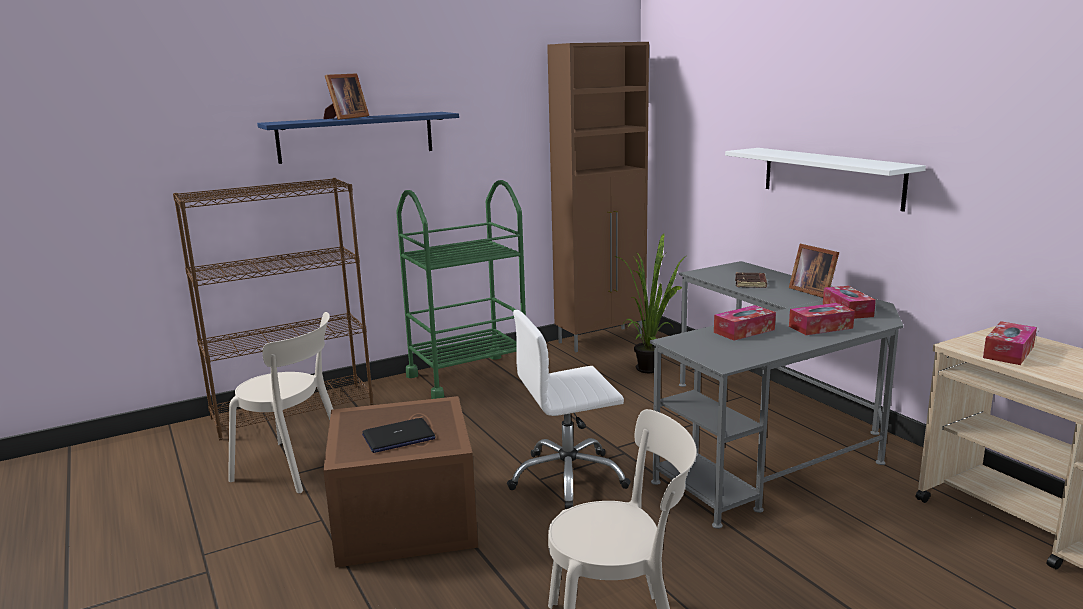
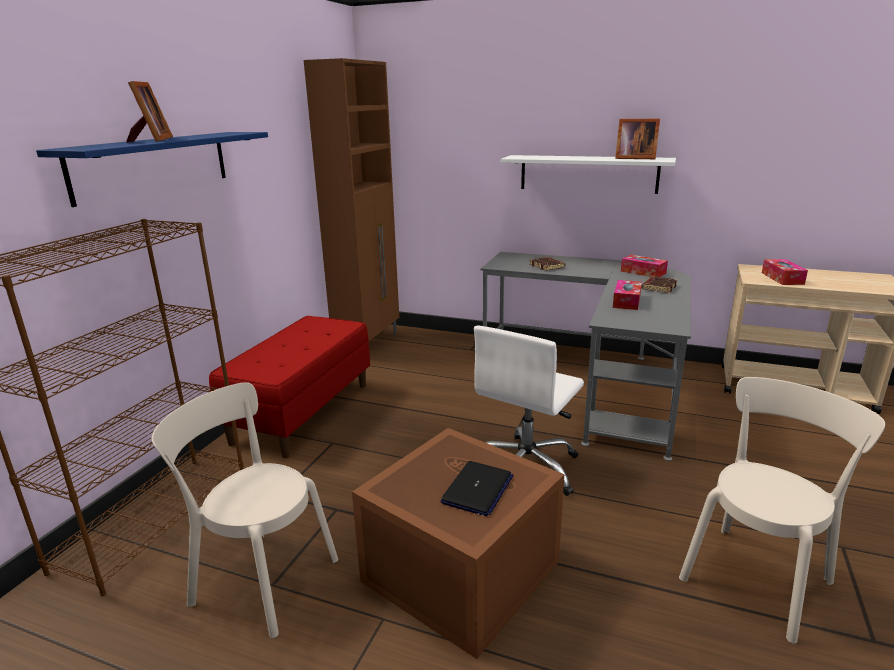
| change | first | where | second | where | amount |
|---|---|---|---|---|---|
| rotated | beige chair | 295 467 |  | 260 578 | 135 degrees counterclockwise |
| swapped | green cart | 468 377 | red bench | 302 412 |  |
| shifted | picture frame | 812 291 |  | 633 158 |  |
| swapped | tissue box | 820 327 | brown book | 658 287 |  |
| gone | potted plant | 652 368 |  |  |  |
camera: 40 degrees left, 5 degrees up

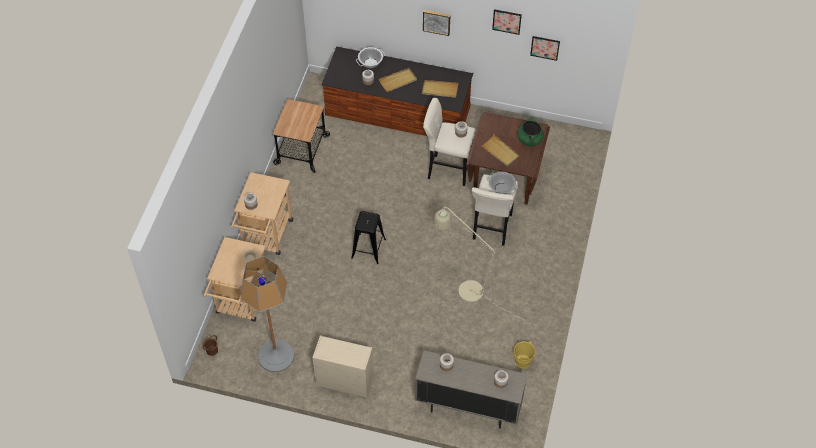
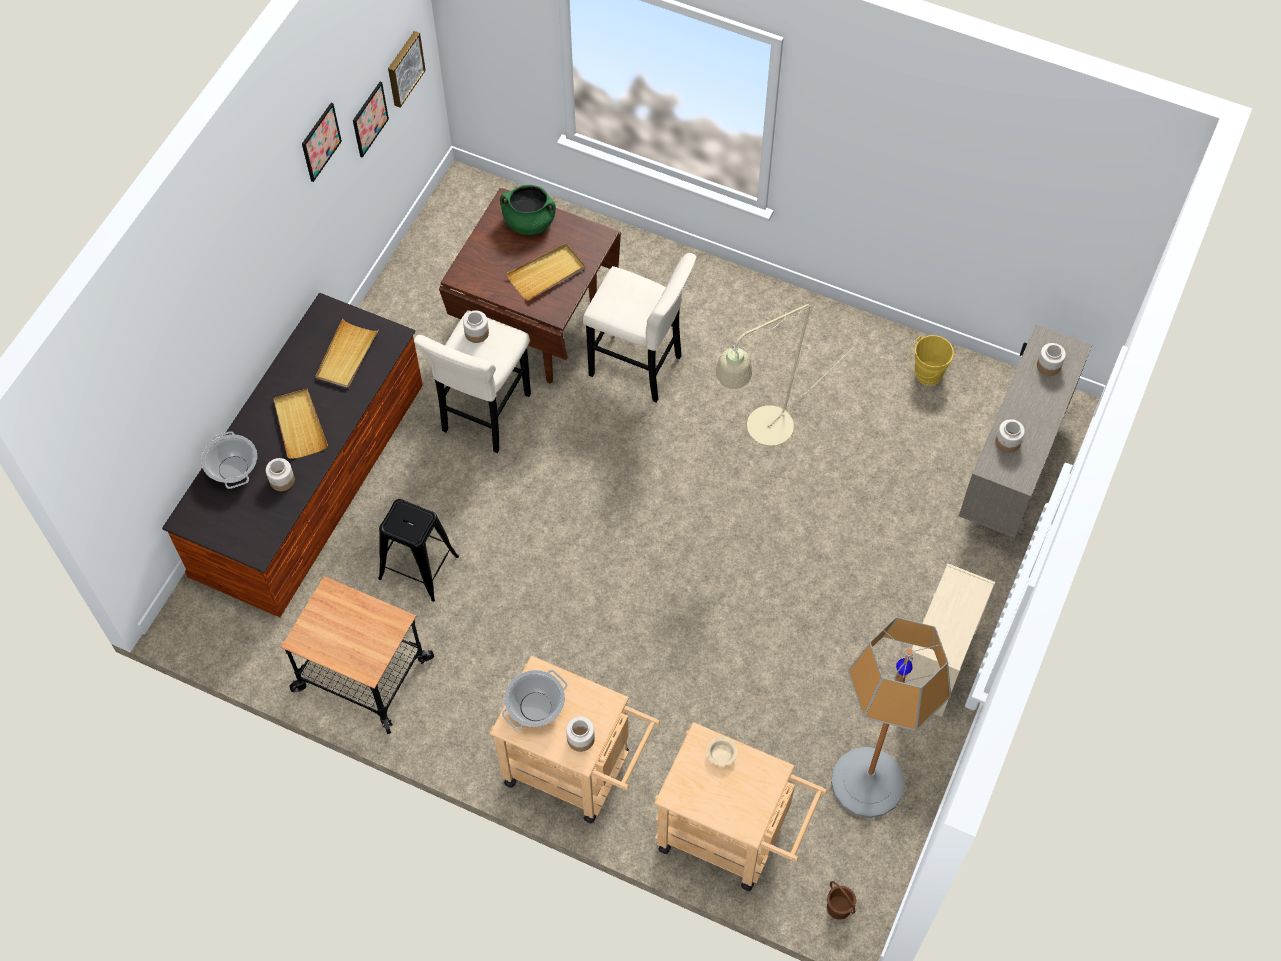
| change | first | where | second | where | amount |
|---|---|---|---|---|---|
| shifted | black stool | 368 248 |  | 418 567 |  |
| shifted | picture | 436 21 |  | 404 68 |  |
| shifted | cooking pot | 501 188 |  | 535 707 |  |
camera: 80 degrees left, 5 degrees up

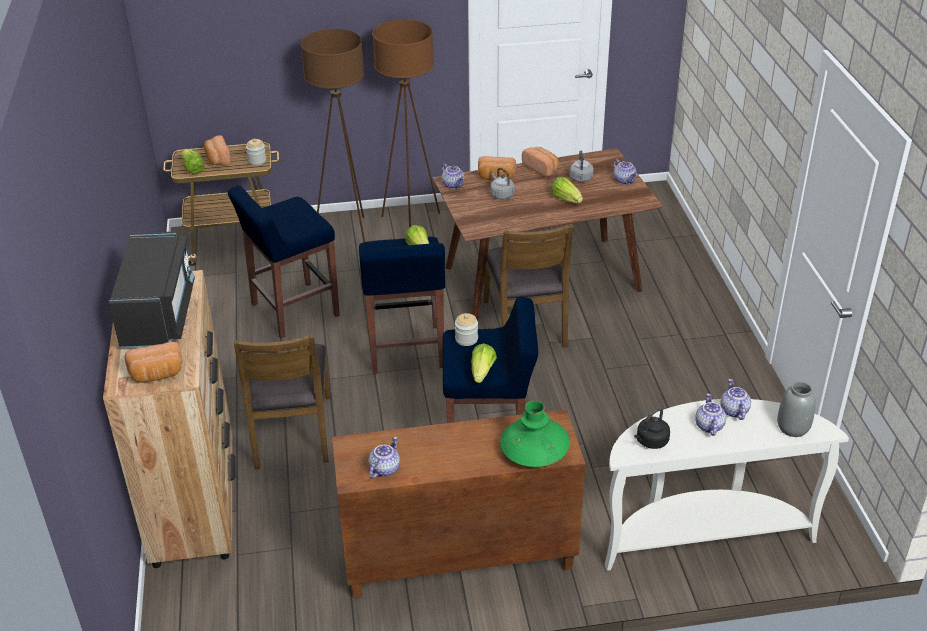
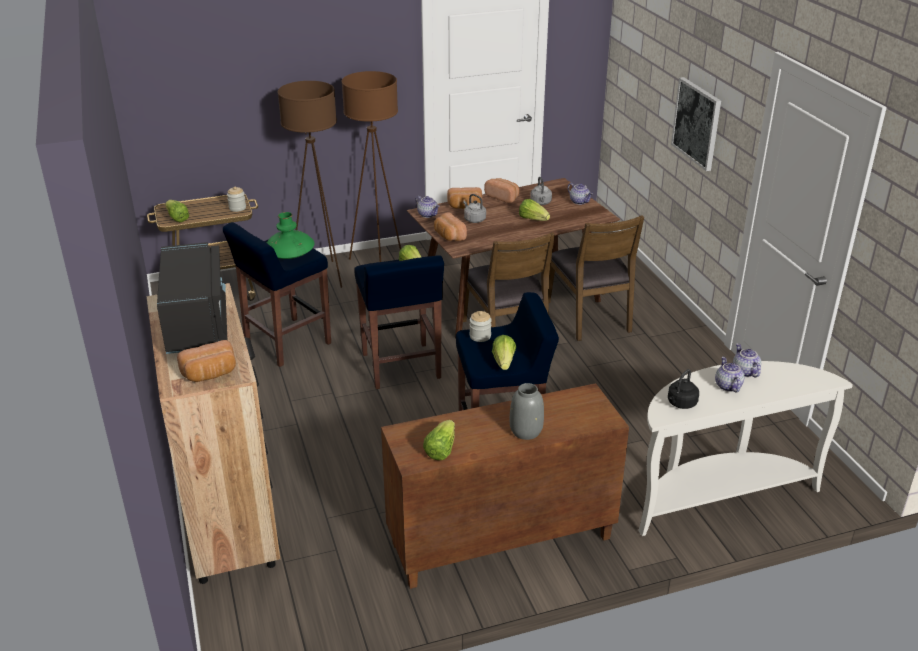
| change | first | where | second | where | amount |
|---|---|---|---|---|---|
| shifted | green vase | 534 451 |  | 290 254 |  |
| swapped | teapot | 384 469 | lettuce | 441 449 |  |
| shifted | bread | 217 159 |  | 448 236 |  |
| shifted | grey vase | 793 428 |  | 526 432 |  |
| shifted | brown chair | 291 431 |  | 589 316 |  |
| new |  |  | picture | 697 123 |  |
camera: 10 degrees left, 5 degrees down

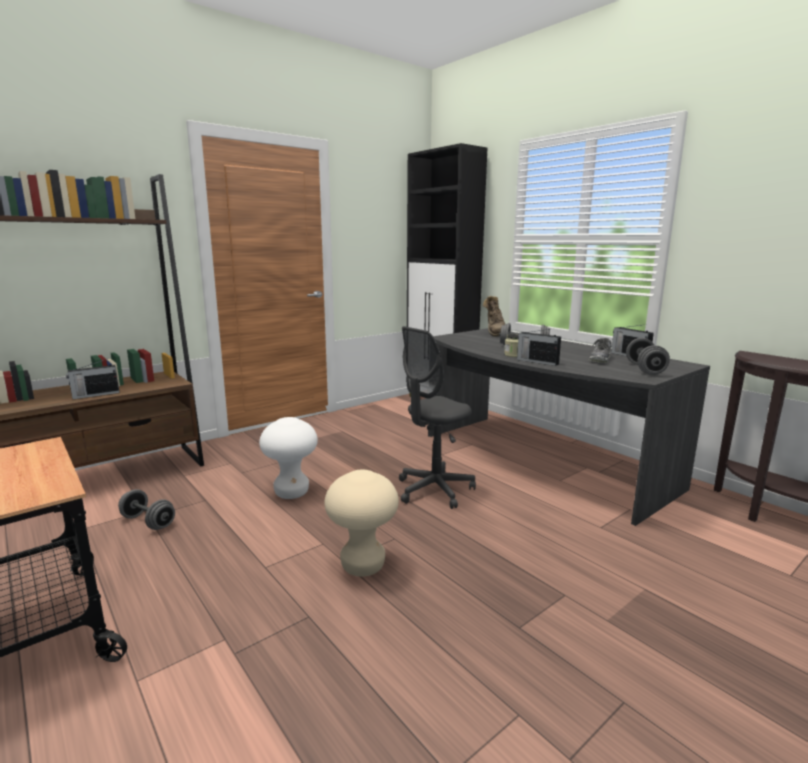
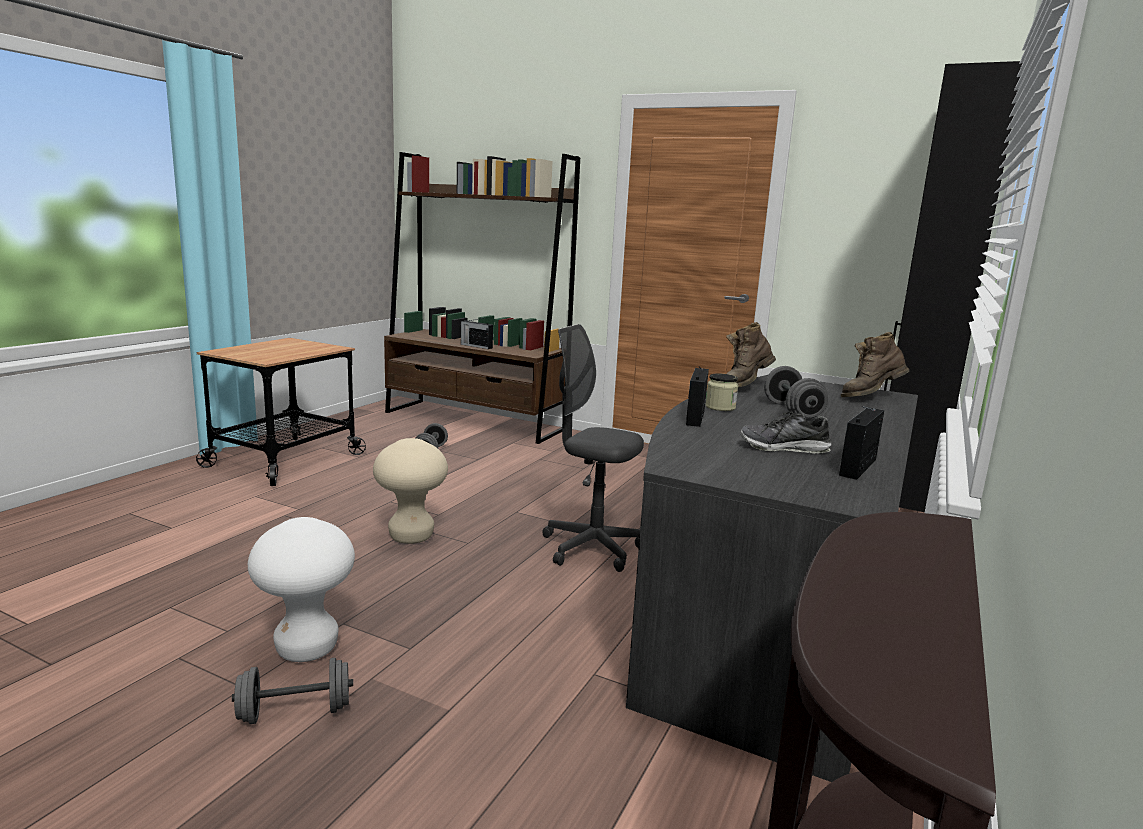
| change | first | where | second | where | amount |
|---|---|---|---|---|---|
| shifted | grey dumbbell | 645 369 |  | 295 712 |  |
| shifted | white stool | 291 493 |  | 307 648 |  |
| new |  |  | brown boot | 744 387 |  |
camera: 65 degrees right, 0 degrees up

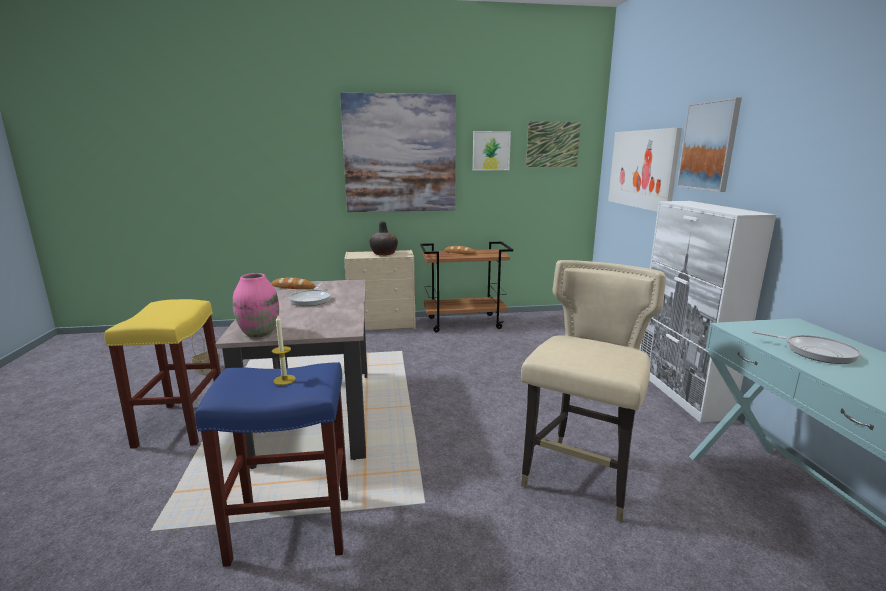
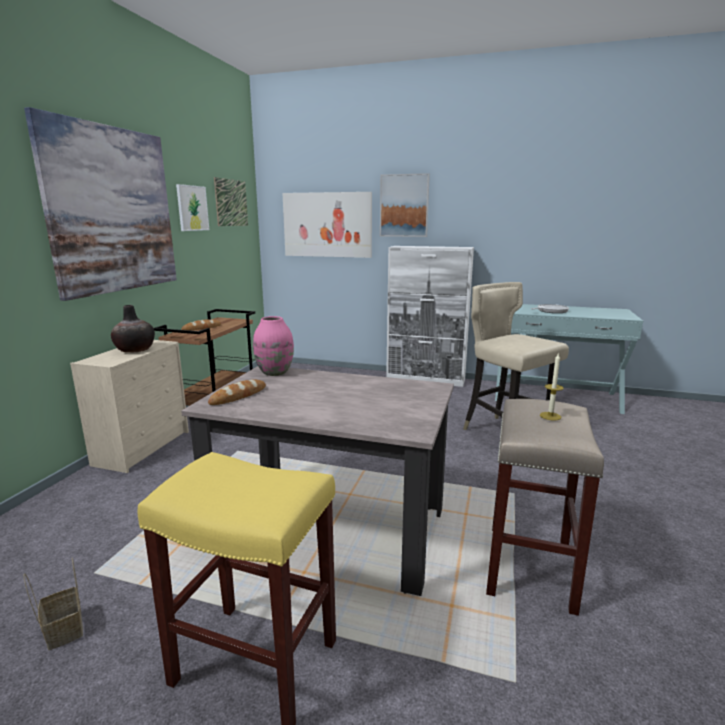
| change | first | where | second | where | amount |
|---|---|---|---|---|---|
| shifted | pink vase | 259 333 |  | 275 372 |  |
| repainted | blue stool | 289 528 | beige stool | 531 568 |  |
| gone | frying pan | 311 300 |  |  |  |
camera: 65 degrees left, 0 degrees up

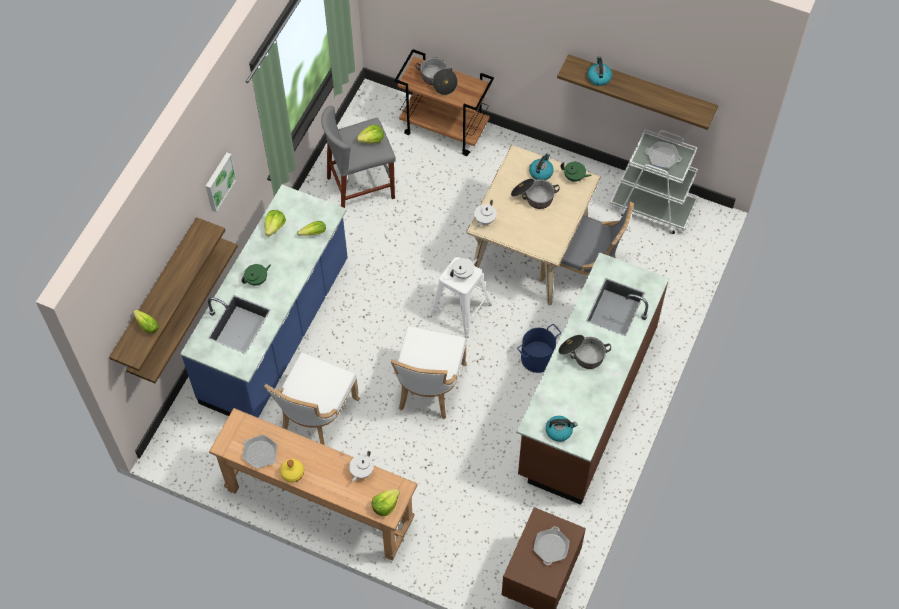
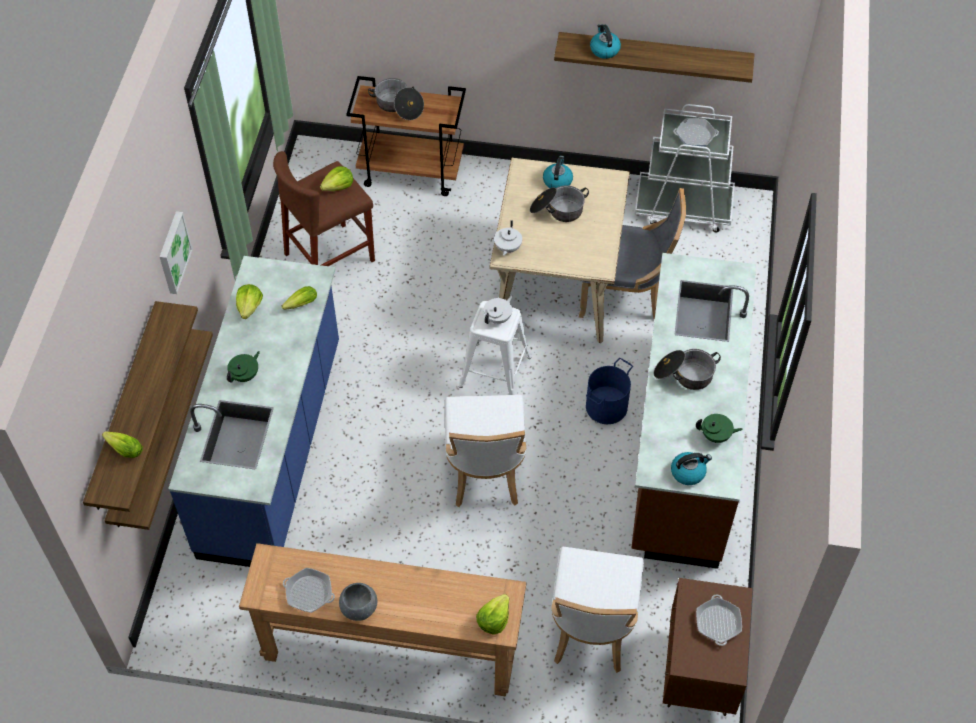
| change | first | where | second | where | amount |
|---|---|---|---|---|---|
| repainted | grey stool | 361 188 | brown stool | 330 257 |  |
| swapped | yellow bottle | 292 473 | grey bowl | 359 607 |  |
| shifted | white chair | 316 417 |  | 591 630 |  |
| shifted | green teapot | 574 177 |  | 716 436 |  |
| gone | white teapot | 361 471 |  |  |  |
camera: 15 degrees left, 5 degrees down

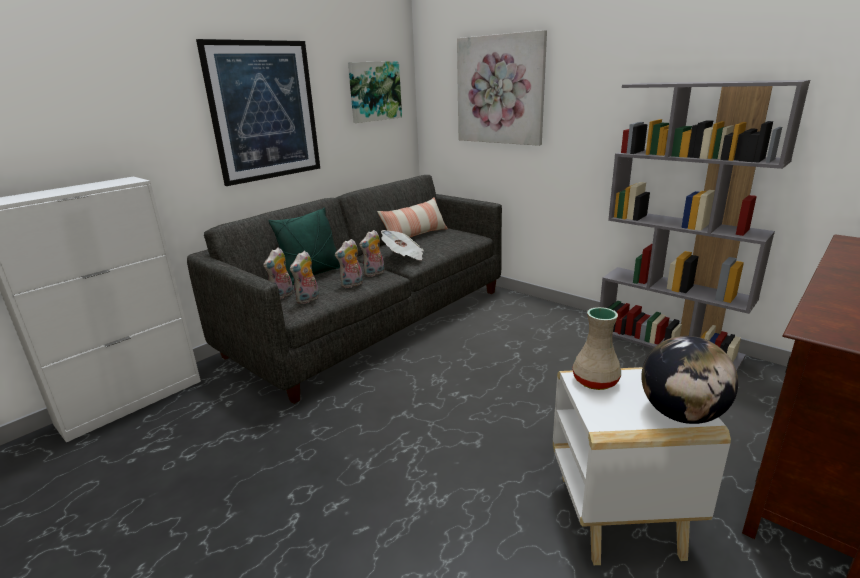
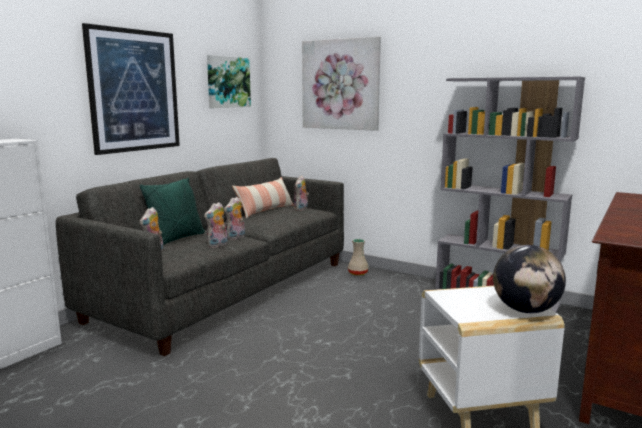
| change | first | where | second | where | amount |
|---|---|---|---|---|---|
| shifted | plush toy | 308 300 |  | 301 209 |  |
| shifted | beige vase | 596 381 |  | 358 273 |  |
| gone | newspaper | 404 256 |  |  |  |
camera: 10 degrees left, 10 degrees down

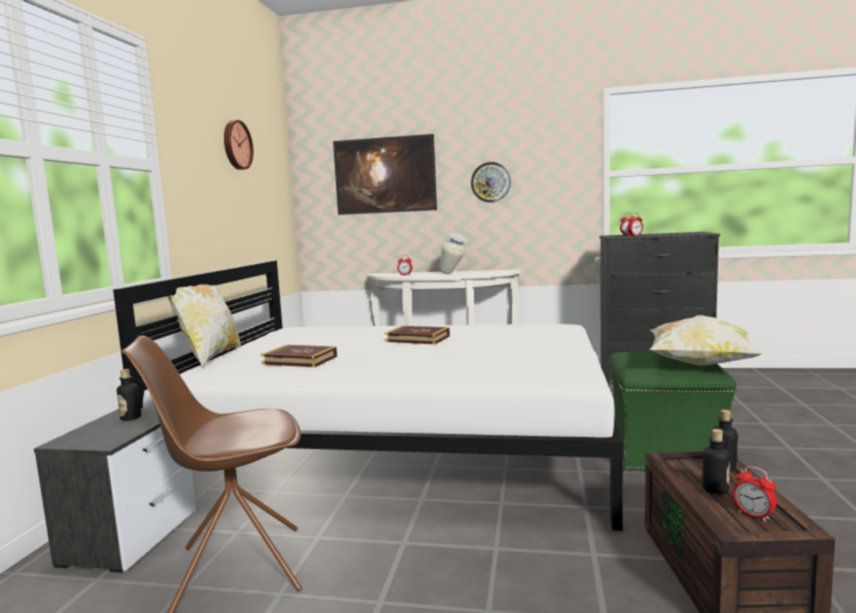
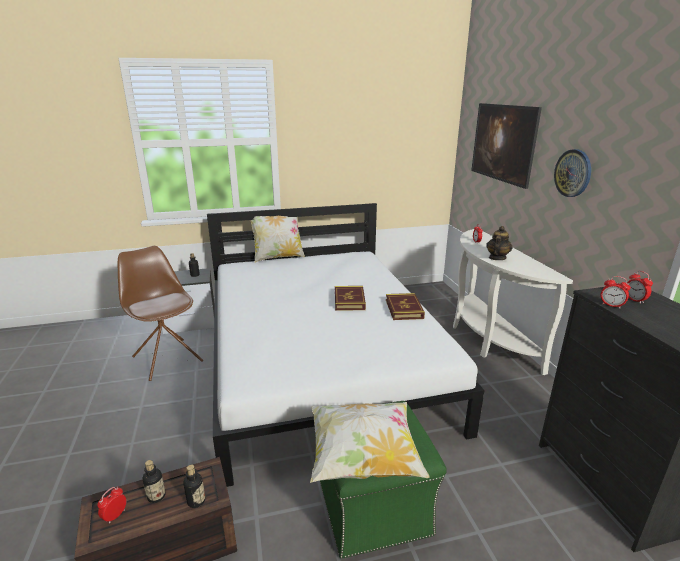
| change | first | where | second | where | amount |
|---|---|---|---|---|---|
| shifted | book | 300 360 |  | 404 309 |  |
| swapped | vase | 453 274 | teapot | 497 258 |  |
| gone | wall clock | 236 145 |  |  |  |
camera: 65 degrees right, 15 degrees up

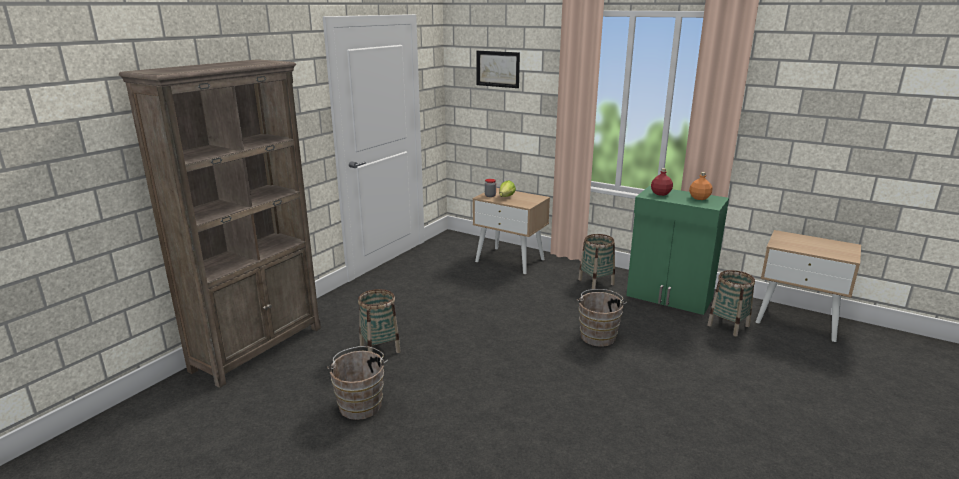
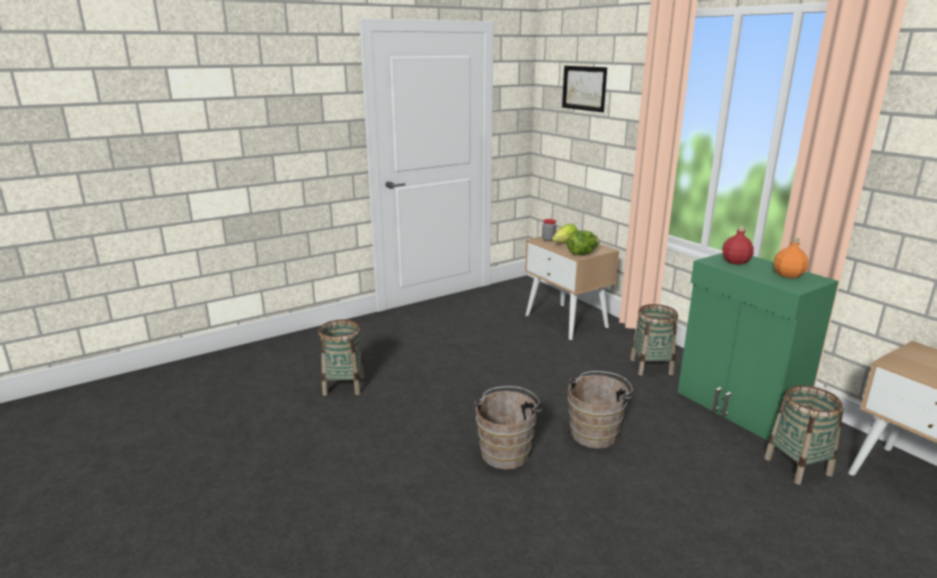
| change | first | where | second | where | amount |
|---|---|---|---|---|---|
| shifted | brown bucket | 361 403 |  | 506 451 |  |
| new |  |  | lettuce | 582 254 |  |
| gone | brown bookcase | 259 348 |  |  |  |
camera: 25 degrees right, 0 degrees up

